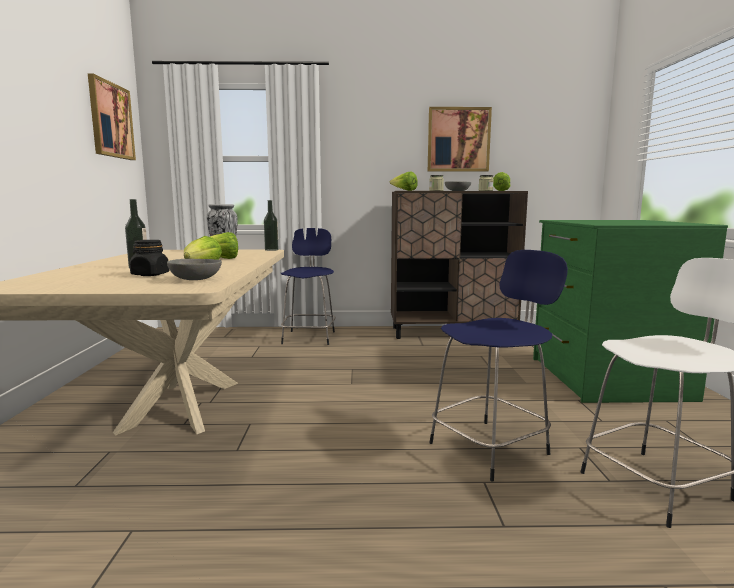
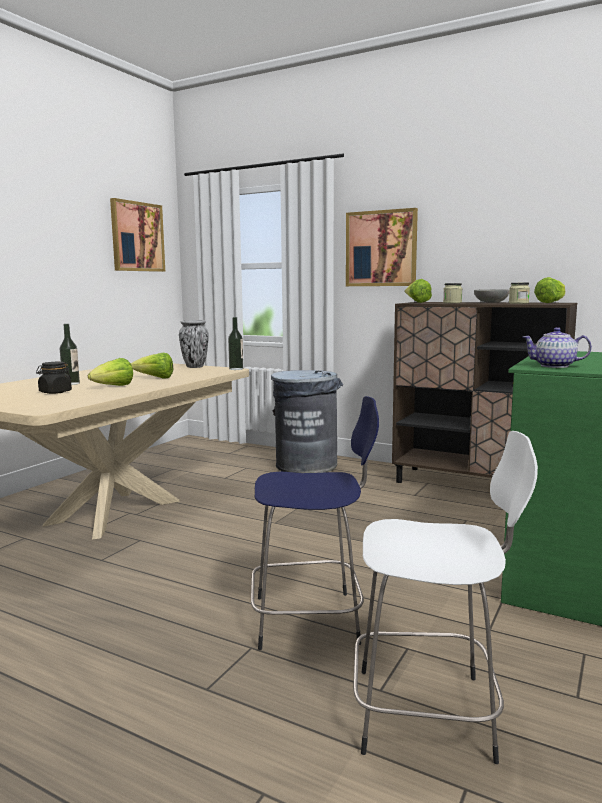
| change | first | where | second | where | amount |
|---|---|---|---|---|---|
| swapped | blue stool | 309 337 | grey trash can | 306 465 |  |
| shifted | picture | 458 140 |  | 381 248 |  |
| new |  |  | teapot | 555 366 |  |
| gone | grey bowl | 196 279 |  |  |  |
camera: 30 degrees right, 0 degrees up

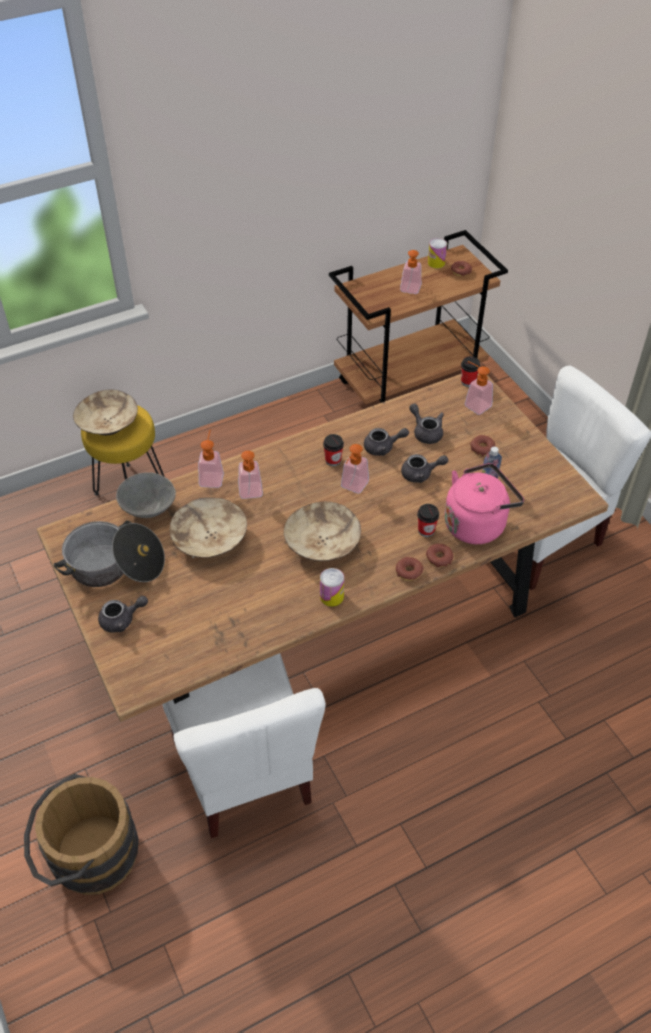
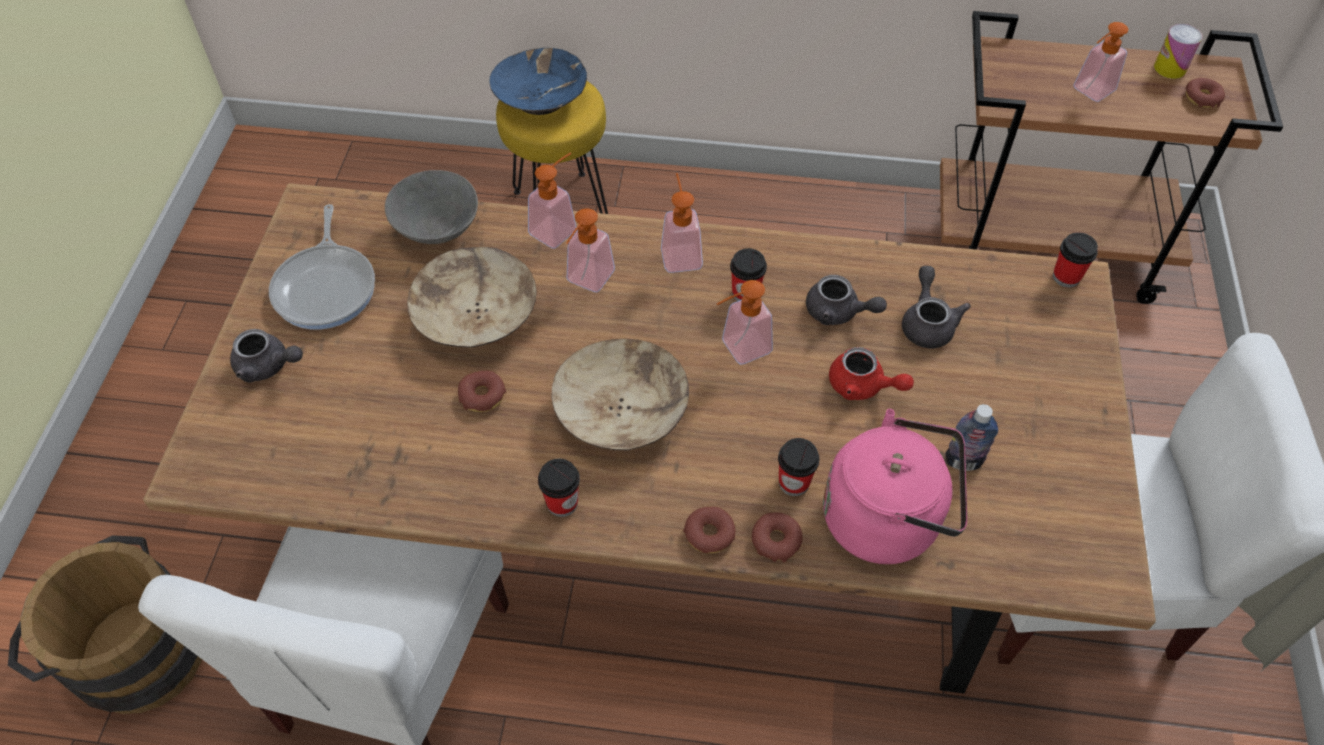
| change | first | where | second | where | amount |
|---|---|---|---|---|---|
| swapped | cooking pot | 115 567 | frying pan | 327 287 |  |
| shifted | donut | 482 448 |  | 482 396 |  |
| repainted | beige bowl | 108 423 | blue bowl | 541 97 |  |
| swapped | can | 331 596 | cup | 562 503 |  |
| shifted | soap dispenser | 474 404 |  | 680 252 |  |
| repainted | grey teapot | 421 474 | red teapot | 862 386 |  |
camera: 35 degrees right, 5 degrees up

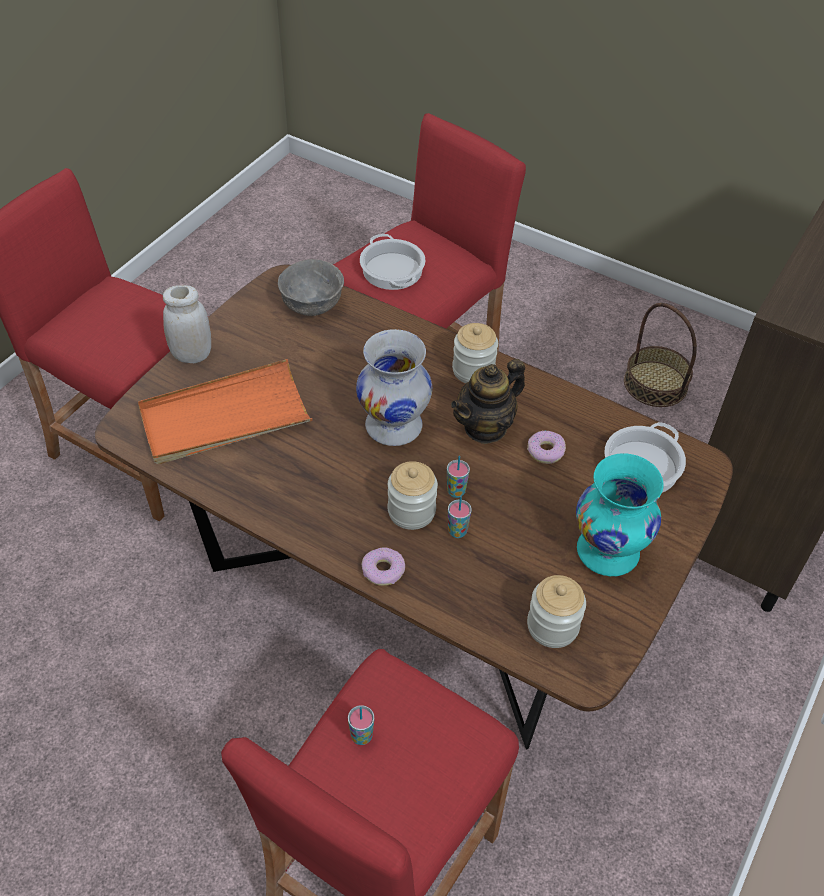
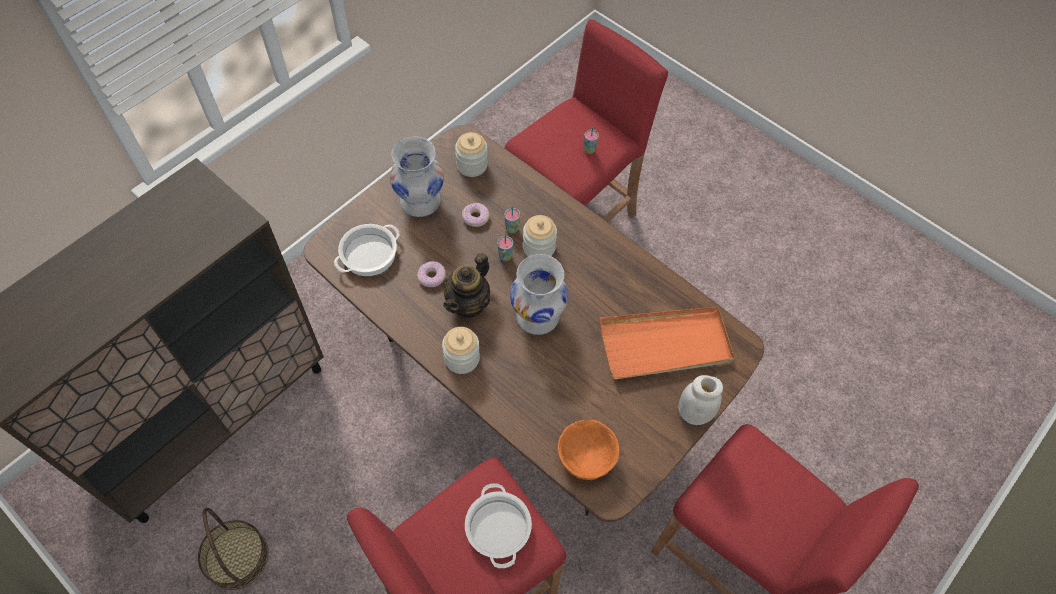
| change | first | where | second | where | amount |
|---|---|---|---|---|---|
| repainted | turquoise vase | 606 551 | white vase | 421 202 |  |
| rotated | teapot | 485 427 |  | 468 304 | 150 degrees clockwise |
| shifted | donut | 383 571 |  | 475 217 |  |
| repainted | grey bowl | 313 304 | orange bowl | 585 457 |  |
camera: 170 degrees left, 10 degrees up

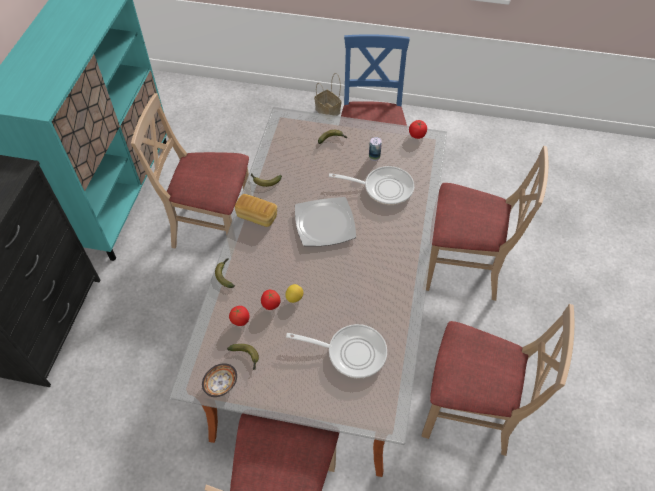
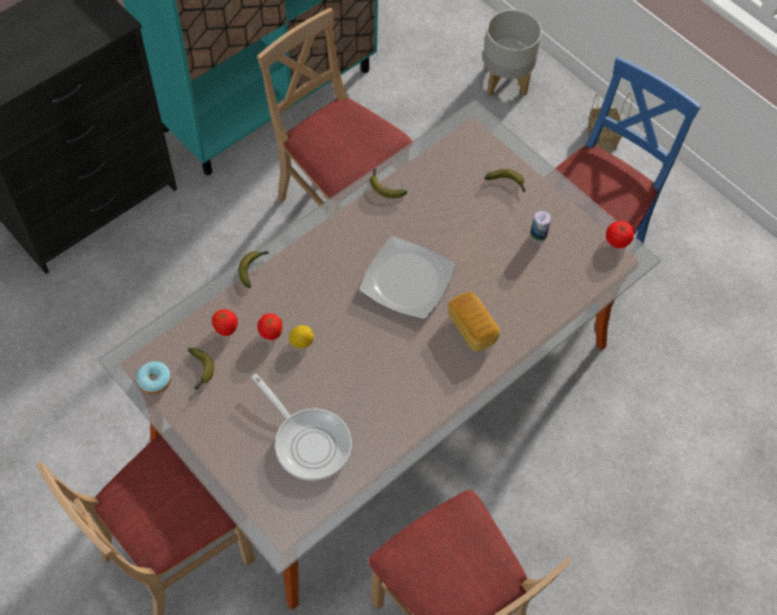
| change | first | where | second | where | amount |
|---|---|---|---|---|---|
| swapped | bowl | 221 384 | donut | 154 381 |  |
| shifted | bread | 257 216 |  | 472 328 |  |
| new |  |  | grey planter | 506 81 |  |
| gone | frying pan | 383 188 |  |  |  |
| gone | beige chair | 462 268 |  |  |  |
camera: 35 degrees right, 5 degrees up

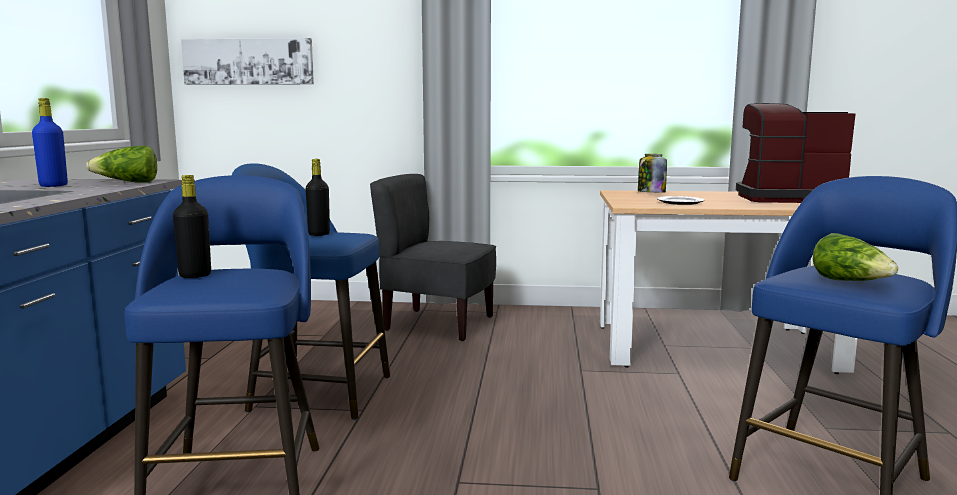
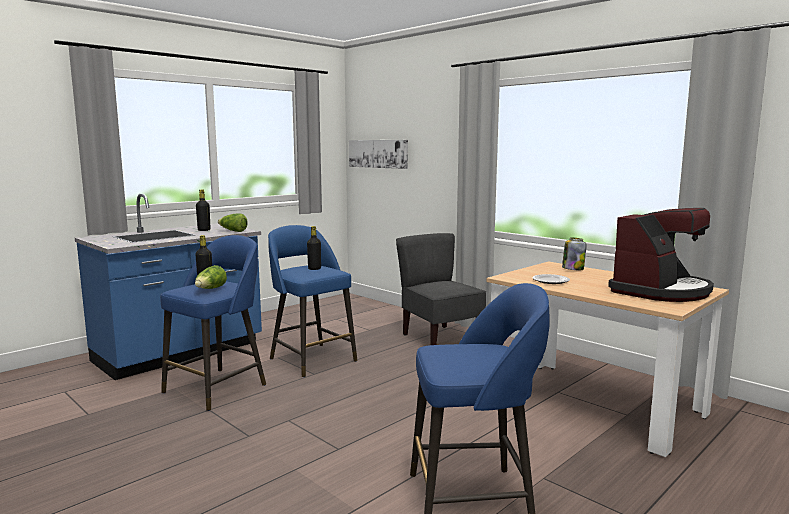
| change | first | where | second | where | amount |
|---|---|---|---|---|---|
| shifted | lettuce | 851 282 |  | 210 289 |  |
| repainted | blue bottle | 53 185 | black bottle | 204 230 |  |
| rotated | coffee machine | 787 198 |  | 660 291 | 90 degrees clockwise |
camera: 40 degrees right, 0 degrees up

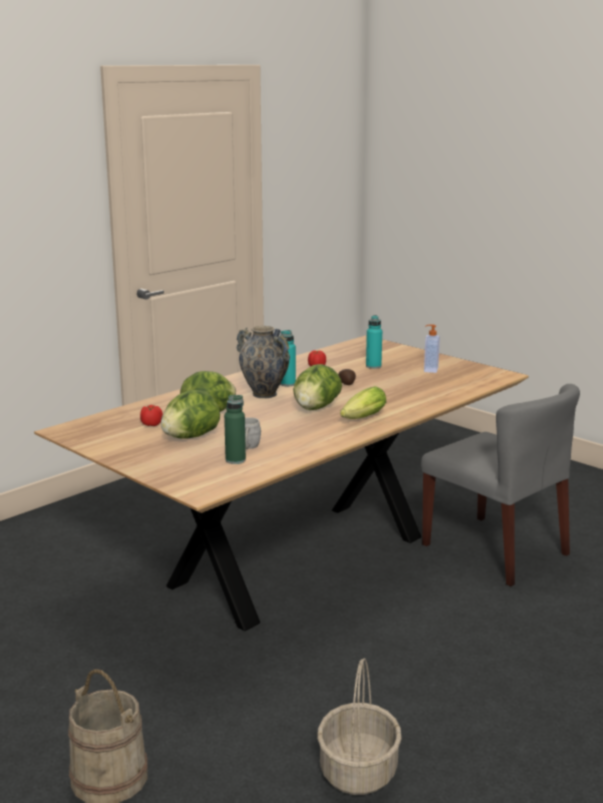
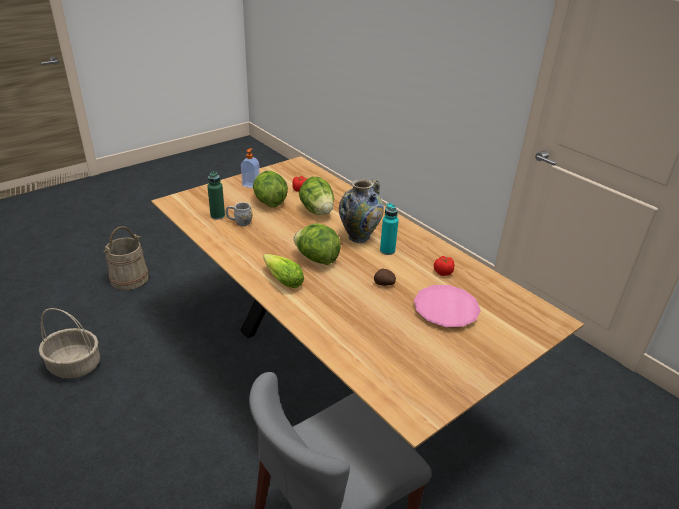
| change | first | where | second | where | amount |
|---|---|---|---|---|---|
| shifted | soap dispenser | 430 370 |  | 251 185 |  |
| swapped | turquoise bottle | 373 366 | pink plate | 446 309 |  |
camera: 95 degrees right, 15 degrees up

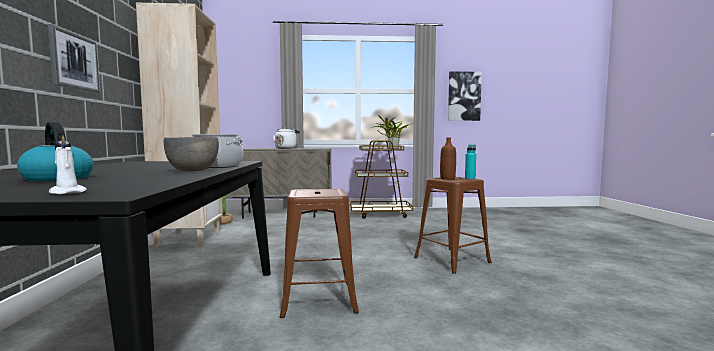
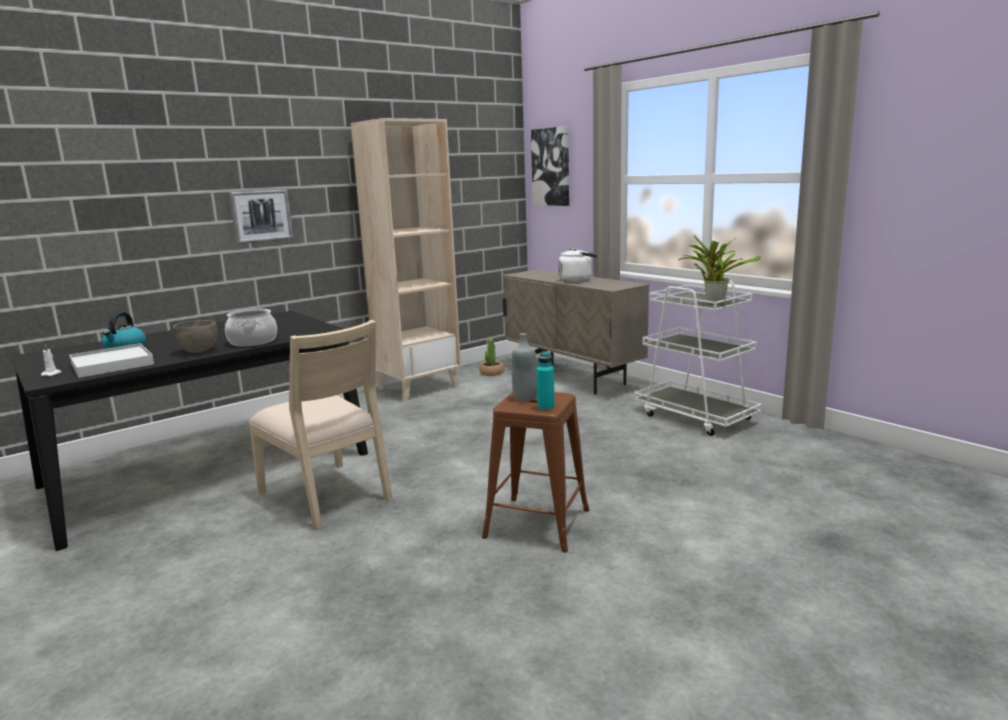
| change | first | where | second | where | amount |
|---|---|---|---|---|---|
| new |  |  | white tray | 112 364 |  |
| swapped | brown stool | 318 299 | beige chair | 327 495 |  |
| repainted | brown bottle | 447 179 | grey bottle | 525 398 |  |
| shifted | picture | 464 96 |  | 551 167 |  |
| repainted | brown cart | 380 214 | white cart | 695 417 |  |
camera: 55 degrees right, 10 degrees up

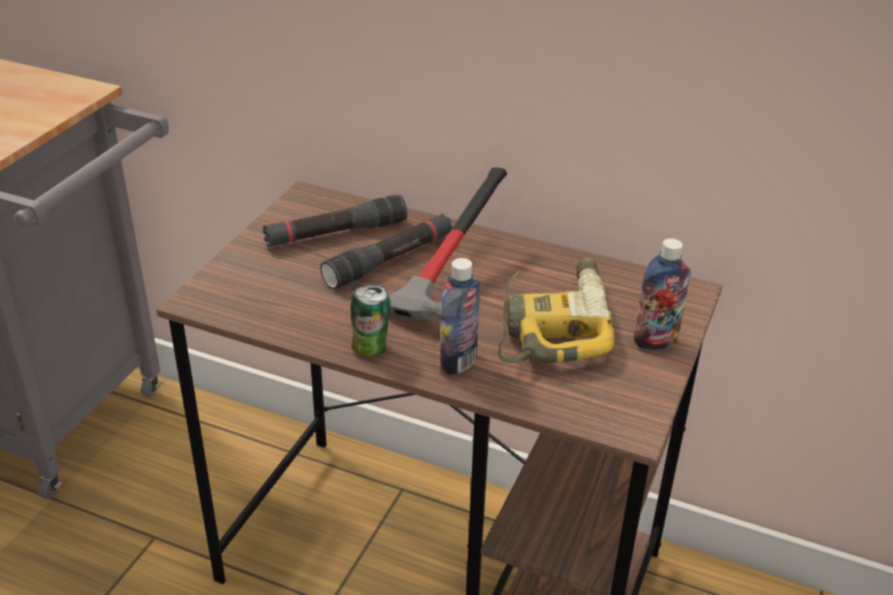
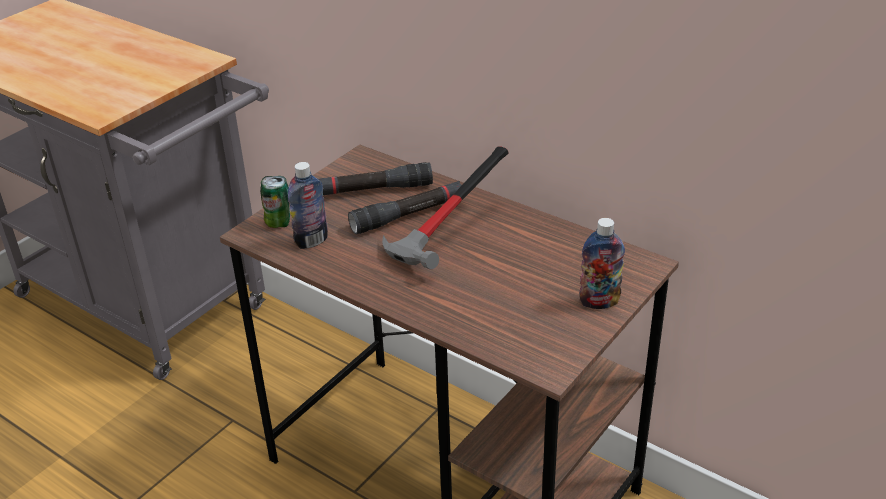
| change | first | where | second | where | amount |
|---|---|---|---|---|---|
| shifted | can | 370 348 |  | 278 223 |  |
| shifted | bottle | 458 362 |  | 311 241 |  |
| gone | power drill | 551 324 |  |  |  |
camera: 15 degrees right, 0 degrees up

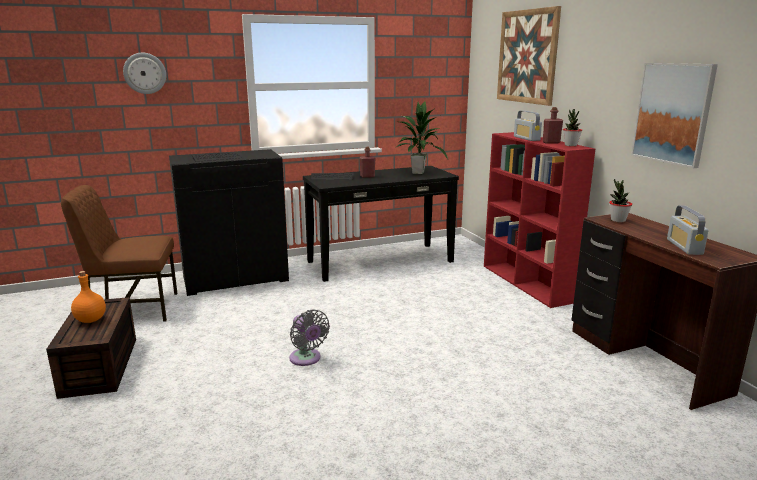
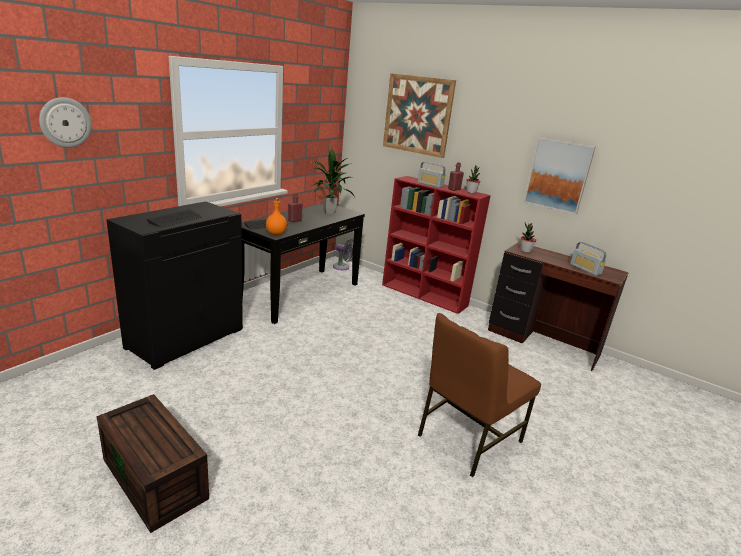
| change | first | where | second | where | amount |
|---|---|---|---|---|---|
| shifted | orange bottle | 90 320 |  | 276 233 |  |
| shifted | grey fan | 306 359 |  | 343 267 |  |
| shifted | brown chair | 133 309 |  | 467 438 |  |
camera: 35 degrees left, 5 degrees up

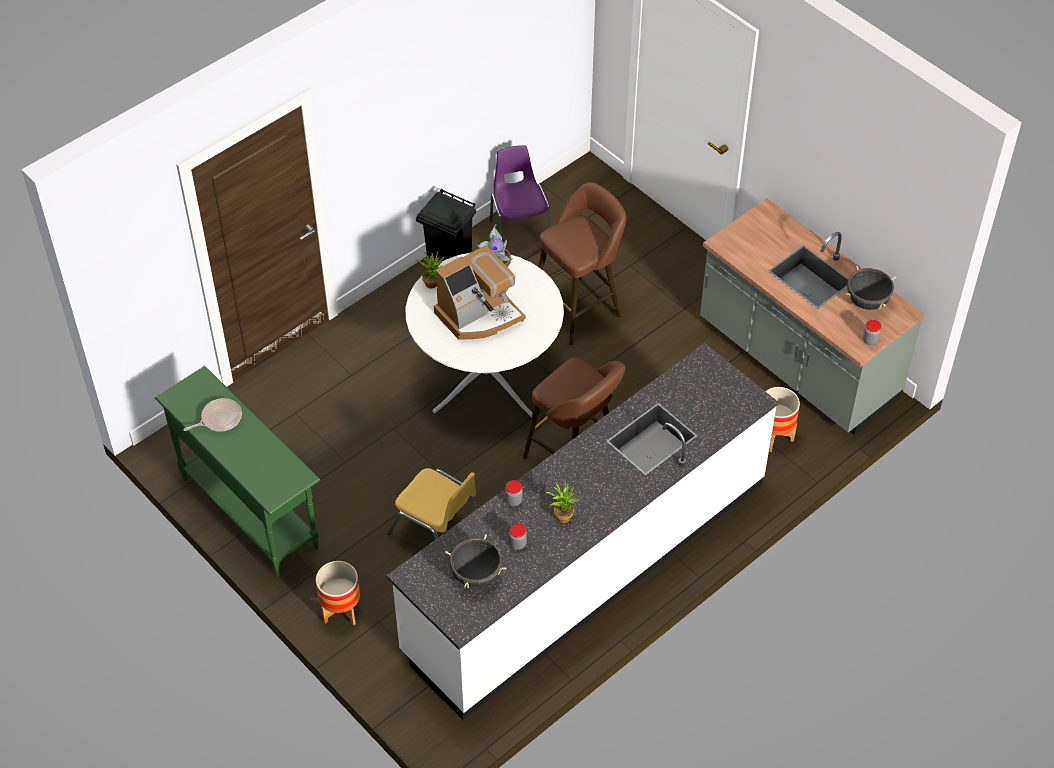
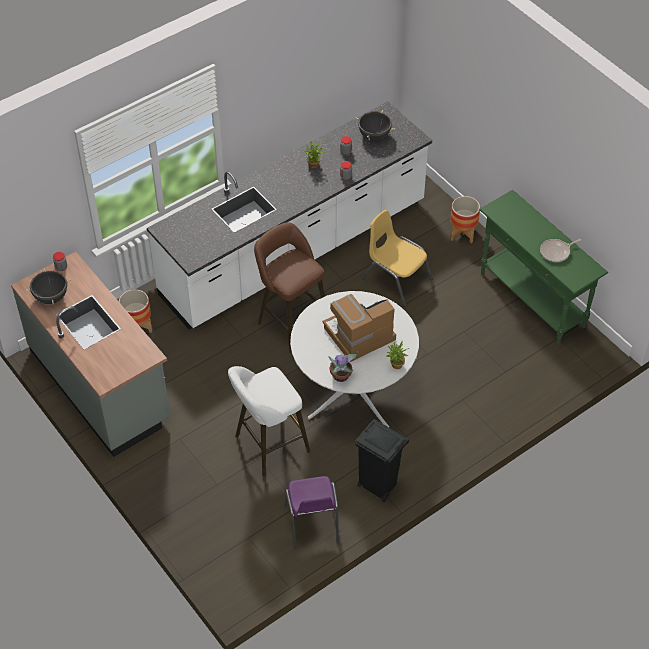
| change | first | where | second | where | amount |
|---|---|---|---|---|---|
| repainted | brown stool | 579 308 | white stool | 268 446 |  |
camera: 175 degrees left, 0 degrees up

